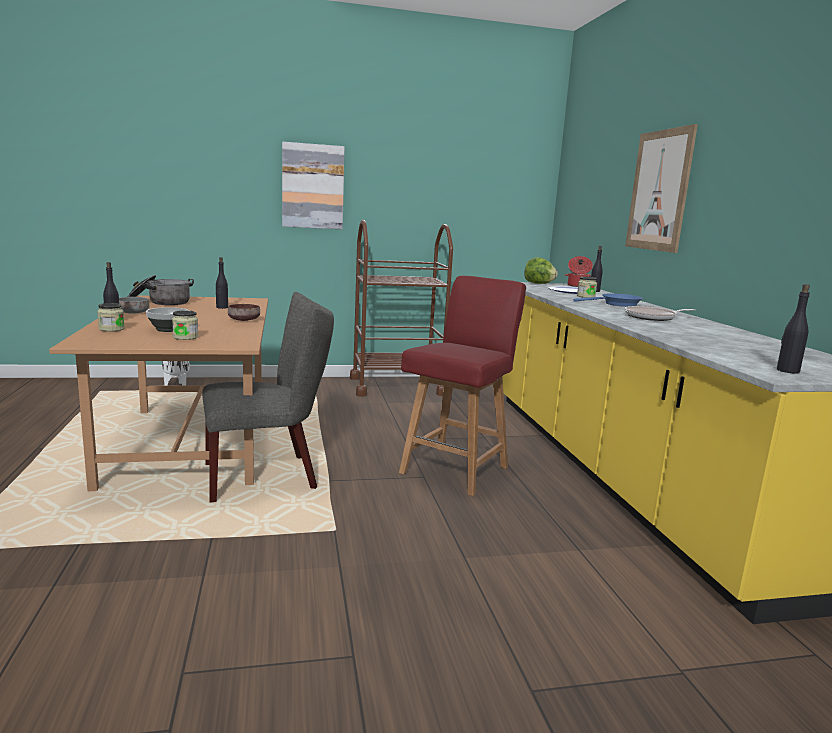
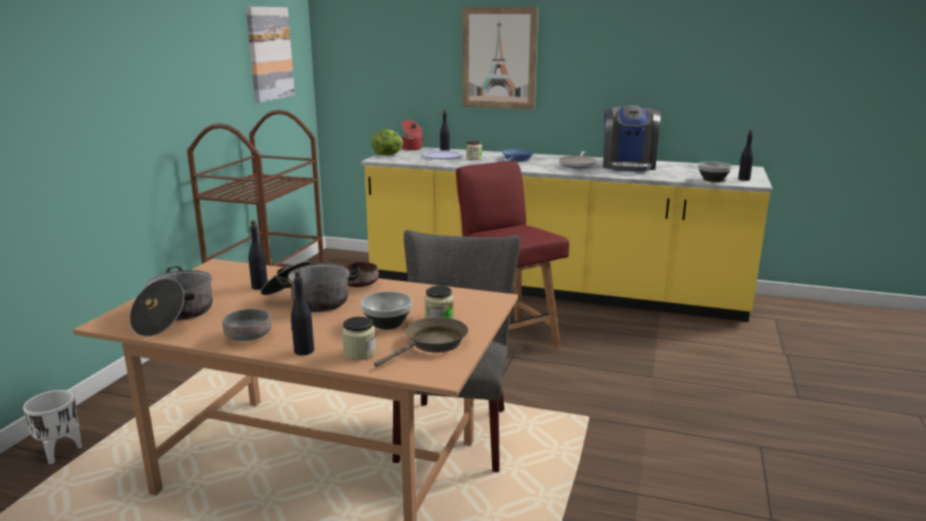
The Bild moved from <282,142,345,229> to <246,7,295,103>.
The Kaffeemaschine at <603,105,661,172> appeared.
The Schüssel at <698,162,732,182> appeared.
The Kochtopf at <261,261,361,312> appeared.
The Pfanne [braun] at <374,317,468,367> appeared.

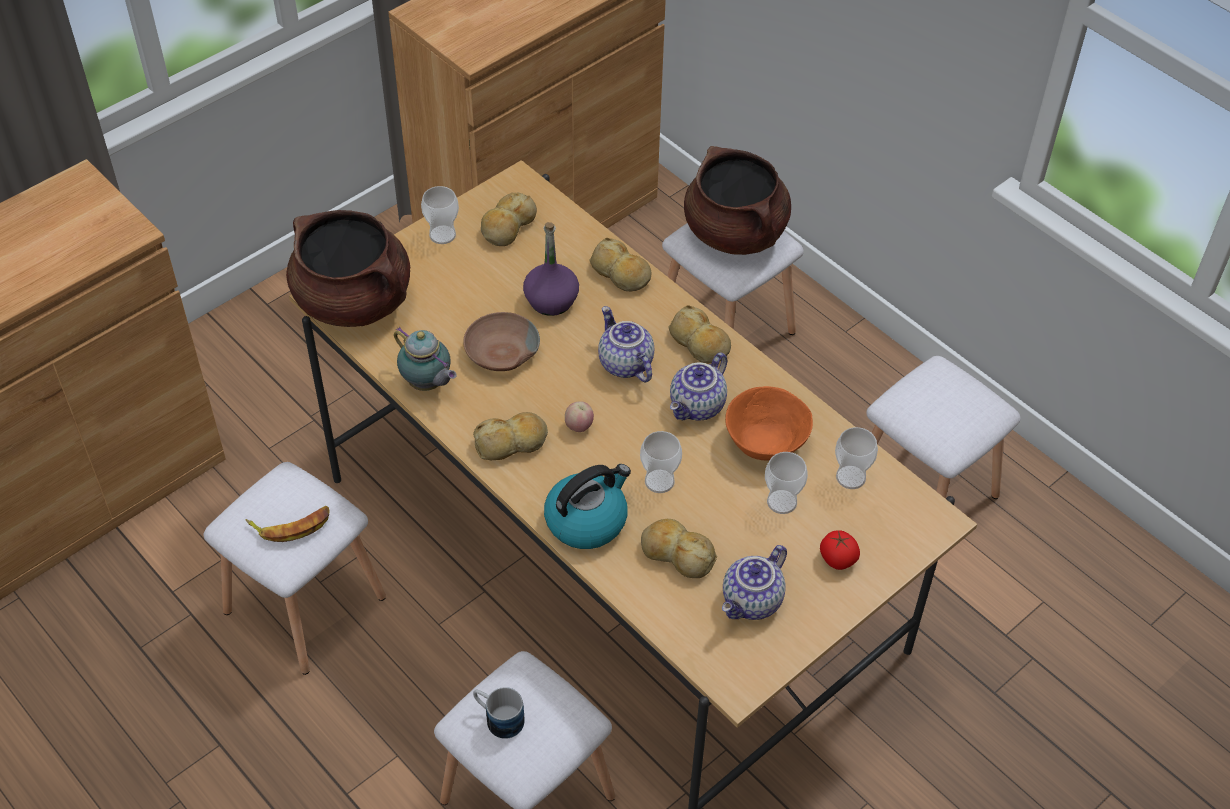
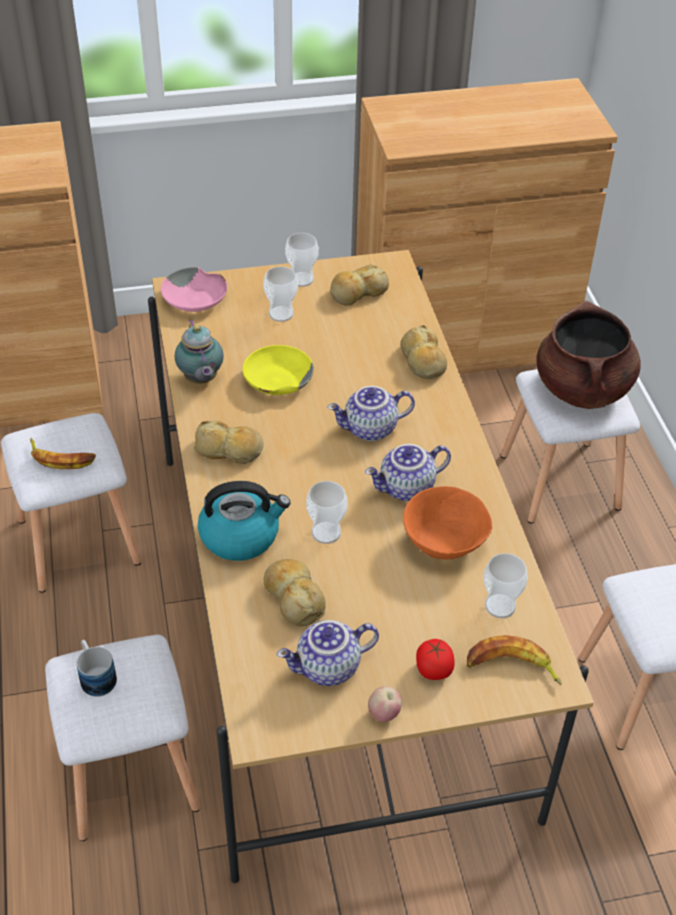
The Kochtopf [braun] at <286,210,410,327> was replaced by the Schüssel [rosa] at <161,267,227,312>.
The Flasche [lila] at <523,222,579,316> disappeared.
The Brot at <669,305,731,364> disappeared.
The Teekanne at <598,306,654,382> turned 105 degrees counterclockwise.
The Schüssel [braun] at <463,312,540,371> became the Schüssel [gelb] at <243,345,314,395>.
The Apfel moved from <565,401,594,432> to <368,686,402,722>.
The Tasse moved from <765,452,808,514> to <263,266,298,322>.
The Banane at <467,635,562,685> appeared.

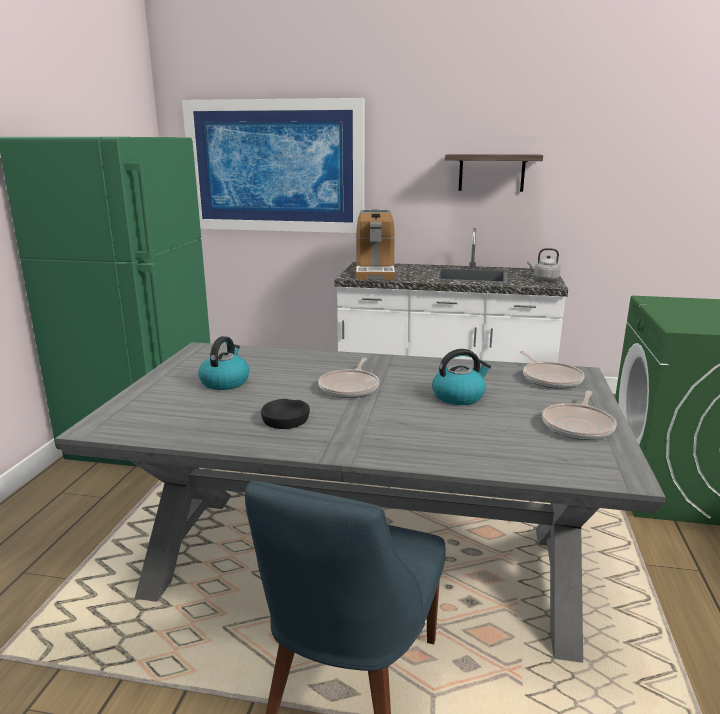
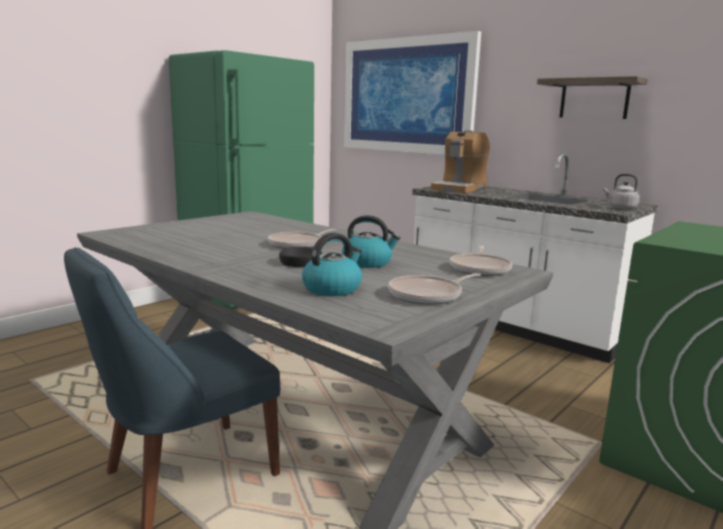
The Wasserkessel moved from <198,336,249,390> to <302,233,362,296>.
The Schüssel [schwarz] moved from <261,399,310,429> to <279,247,322,267>.

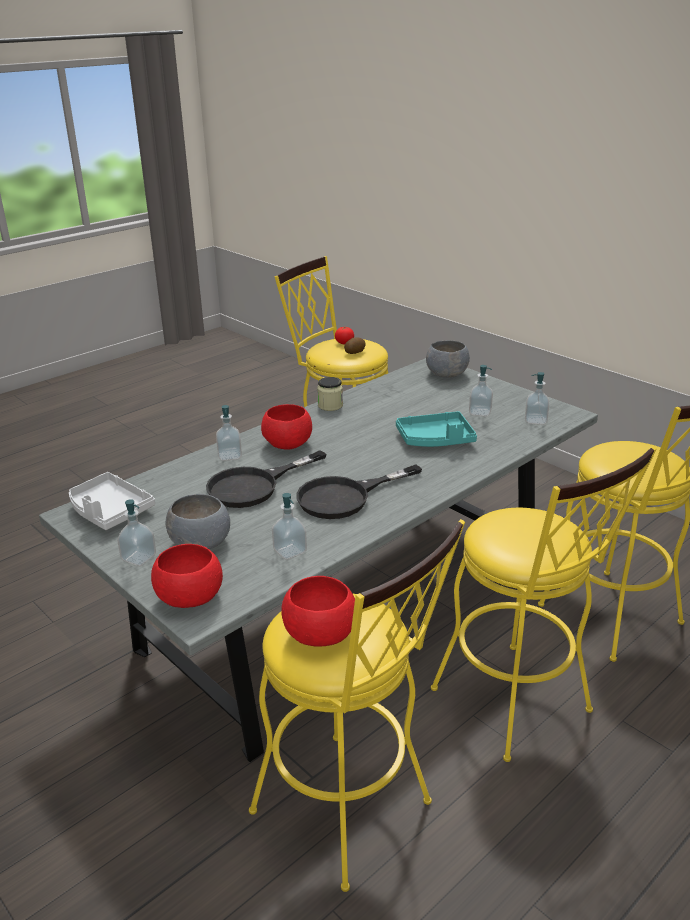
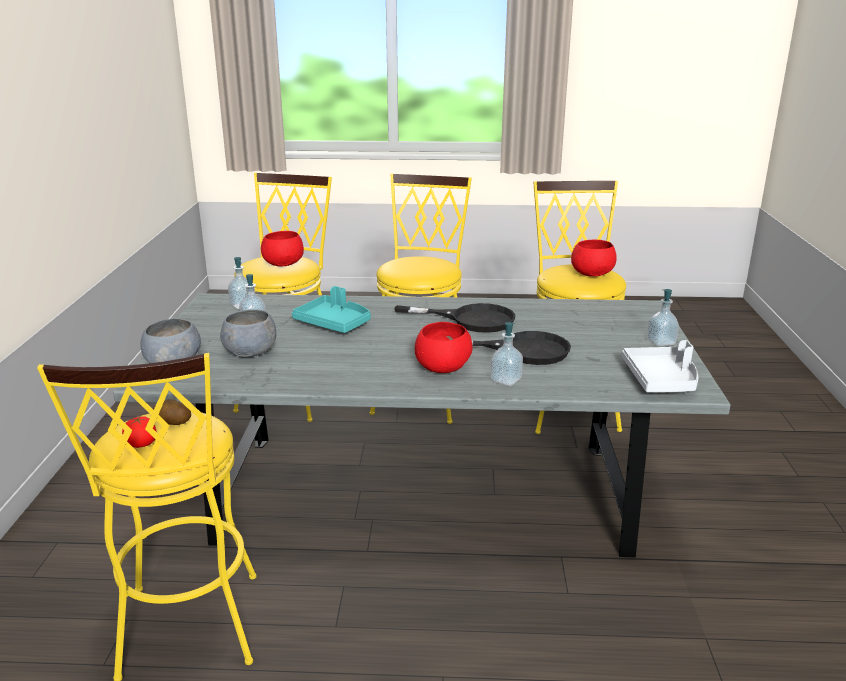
The Vorratsglas at <317,377,343,411> disappeared.
The Seifenspender at <272,493,307,560> disappeared.
The Schüssel [grau] moved from <166,494,230,550> to <220,309,276,357>.
The Schüssel [rot] moved from <151,544,223,608> to <261,231,304,267>.

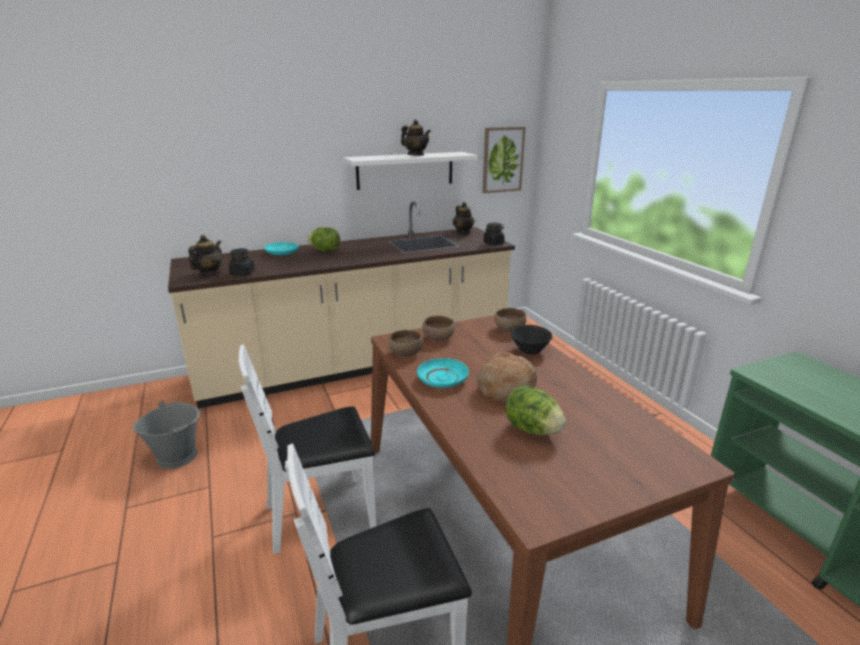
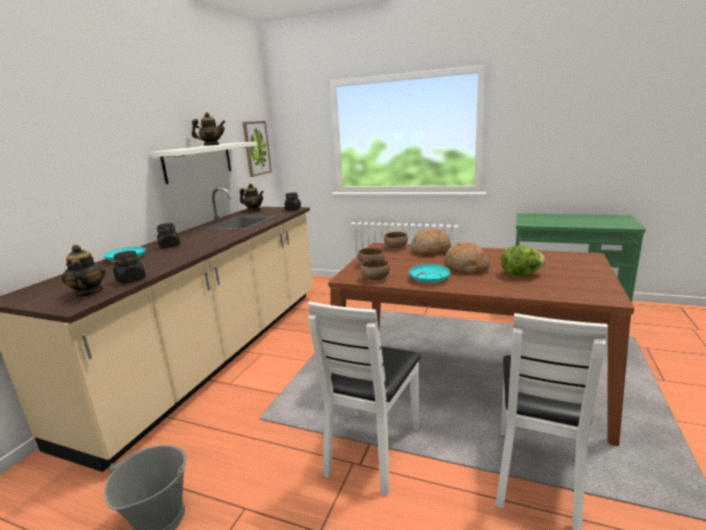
The Salatkopf at <307,227,340,252> was replaced by the Vorratsglas [schwarz] at <157,223,180,248>.
The Schüssel [schwarz] at <511,325,552,355> was replaced by the Brot at <411,229,452,256>.

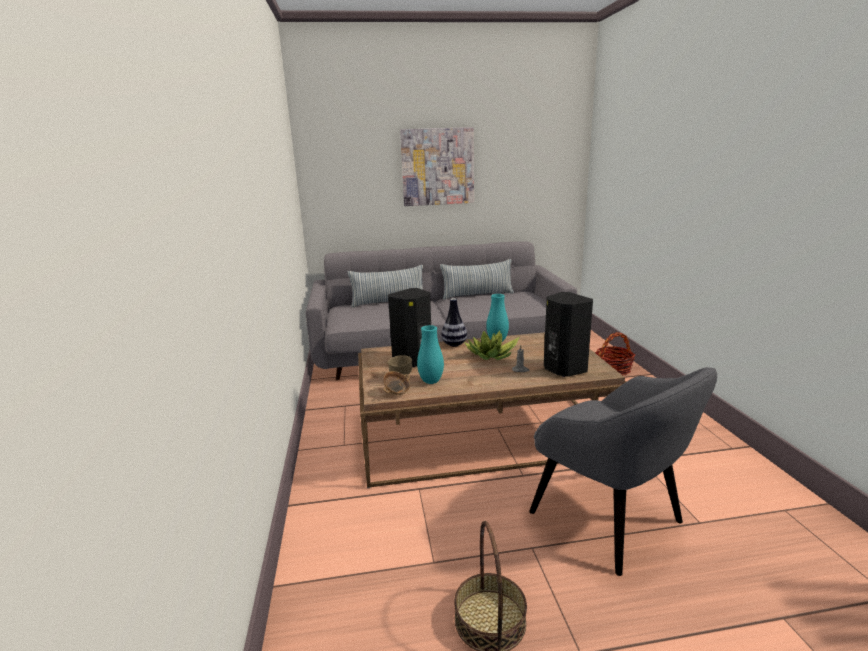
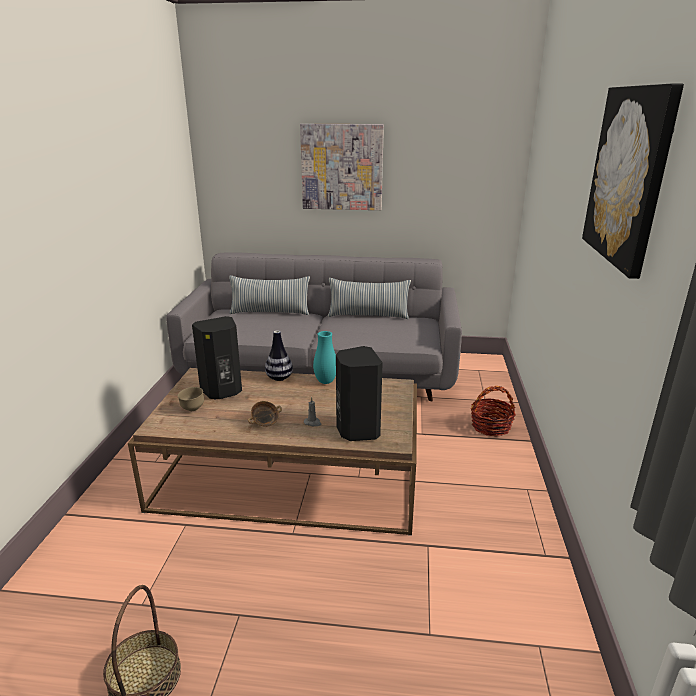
The Vase [türkis] at <417,325,444,384> disappeared.
The Topfpflanze at <464,331,520,360> disappeared.
The Sessel [grau] at <529,367,717,576> disappeared.
The Schüssel moved from <383,371,410,395> to <247,401,282,427>.
The Bild at <582,84,684,279> appeared.

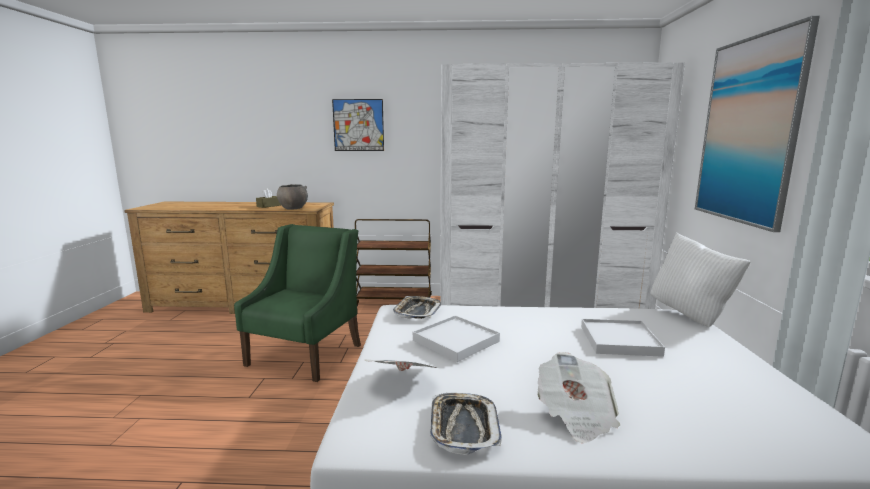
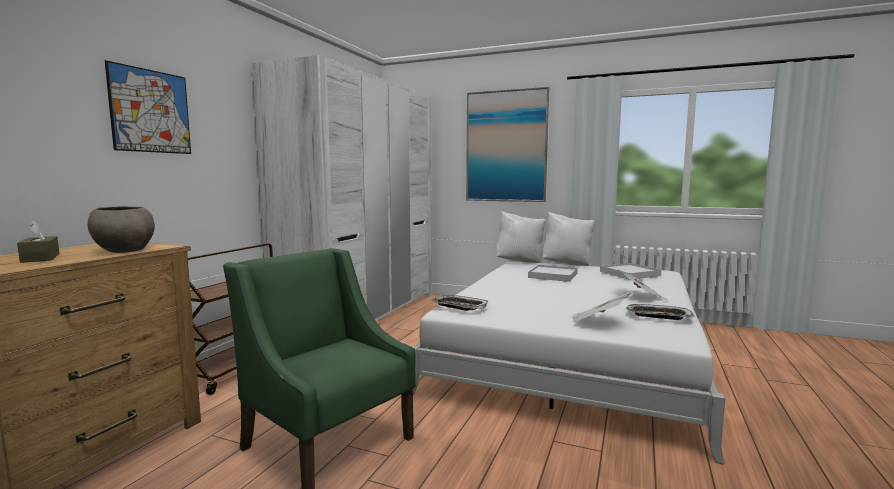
The Tablett [weiß] moved from <413,315,500,362> to <600,263,661,280>.
The Kissen [weiß] at <542,212,595,266> appeared.

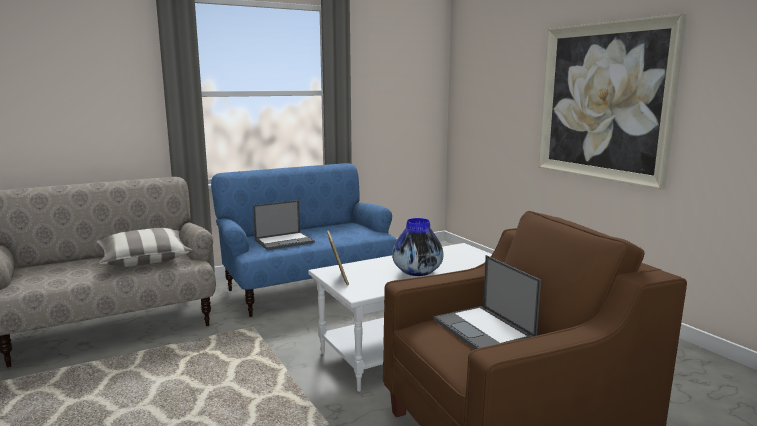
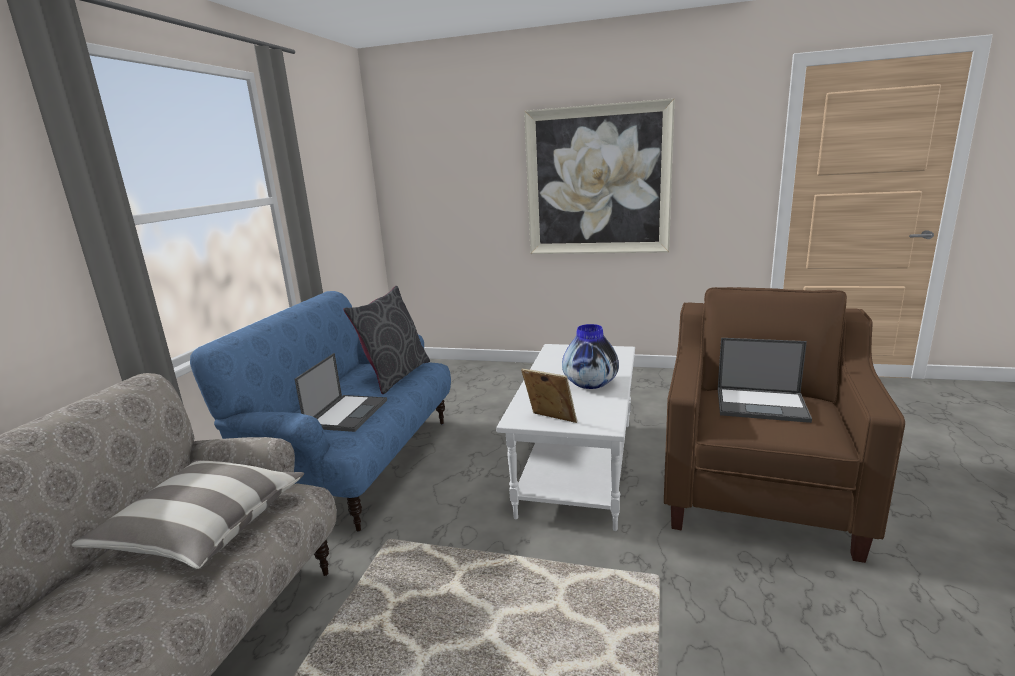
The Kissen [grau] at <343,286,430,394> appeared.

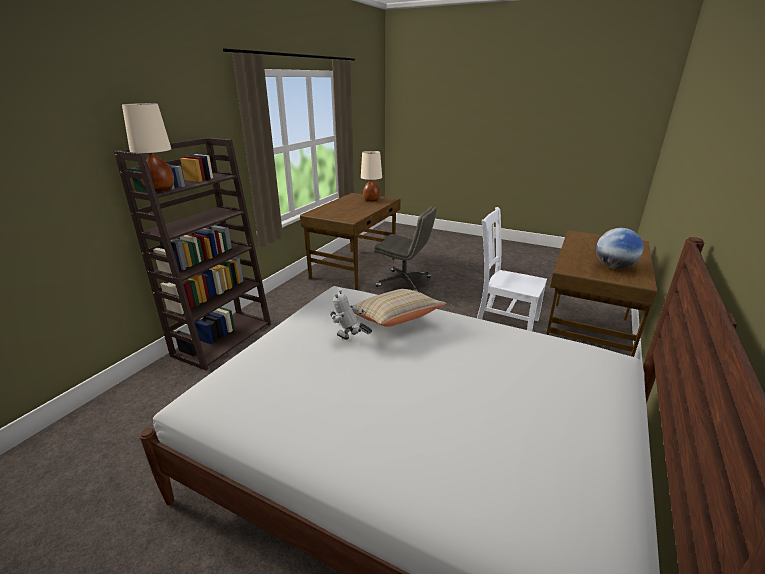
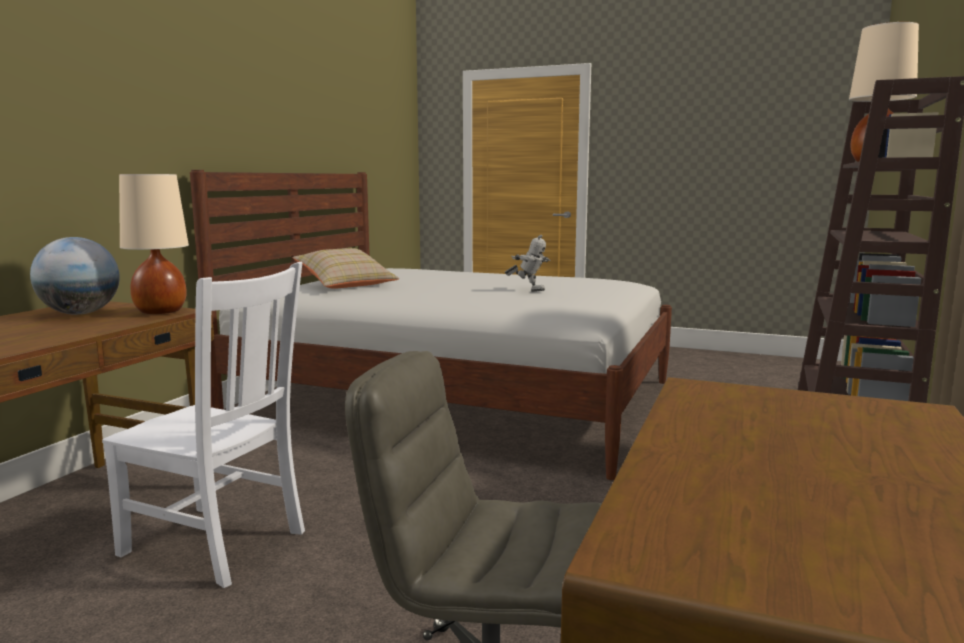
The Tischlampe [beige] moved from <361,151,382,201> to <119,174,189,314>.
The Kissen [beige] moved from <353,289,446,327> to <293,248,399,289>.

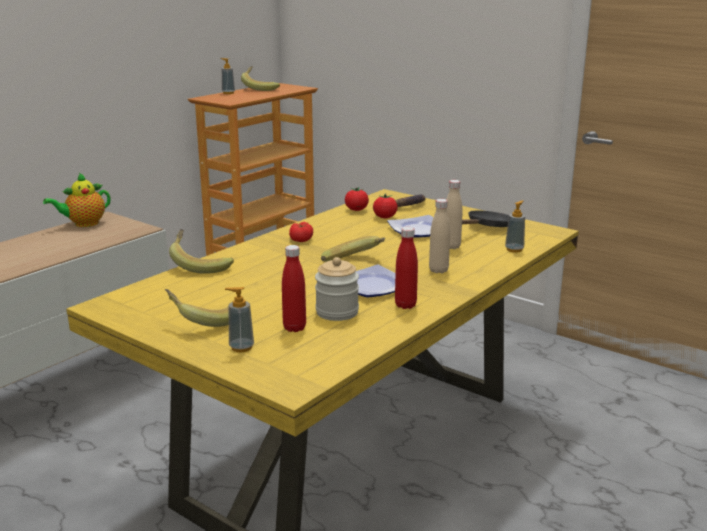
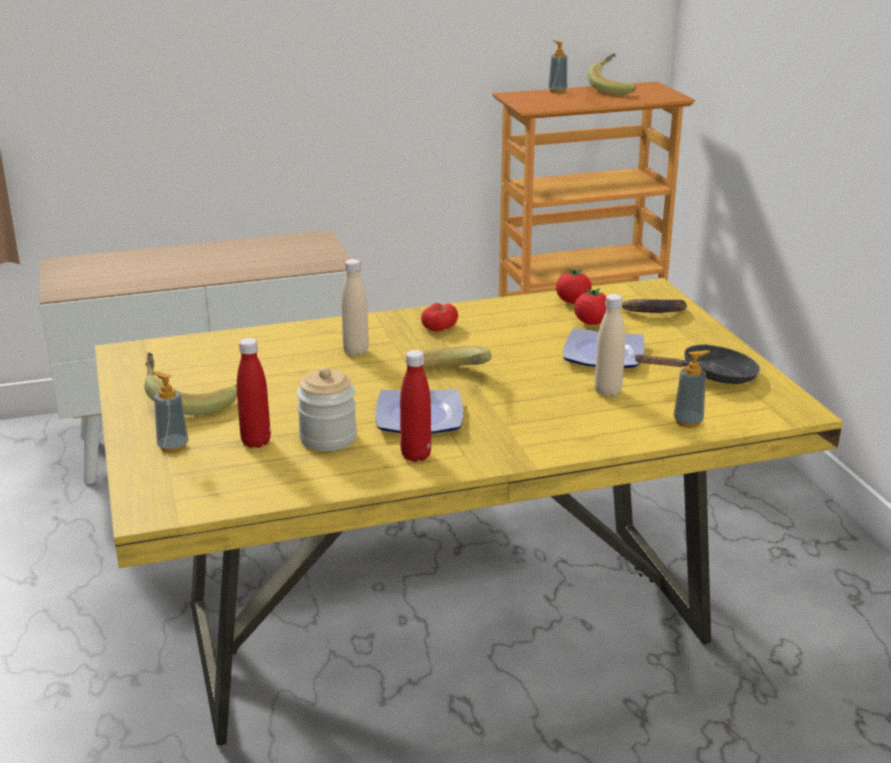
The Teekanne at <43,173,110,227> disappeared.
The Flasche [beige] moved from <429,199,450,273> to <341,259,369,356>.
The Banane at <169,229,234,274> disappeared.

